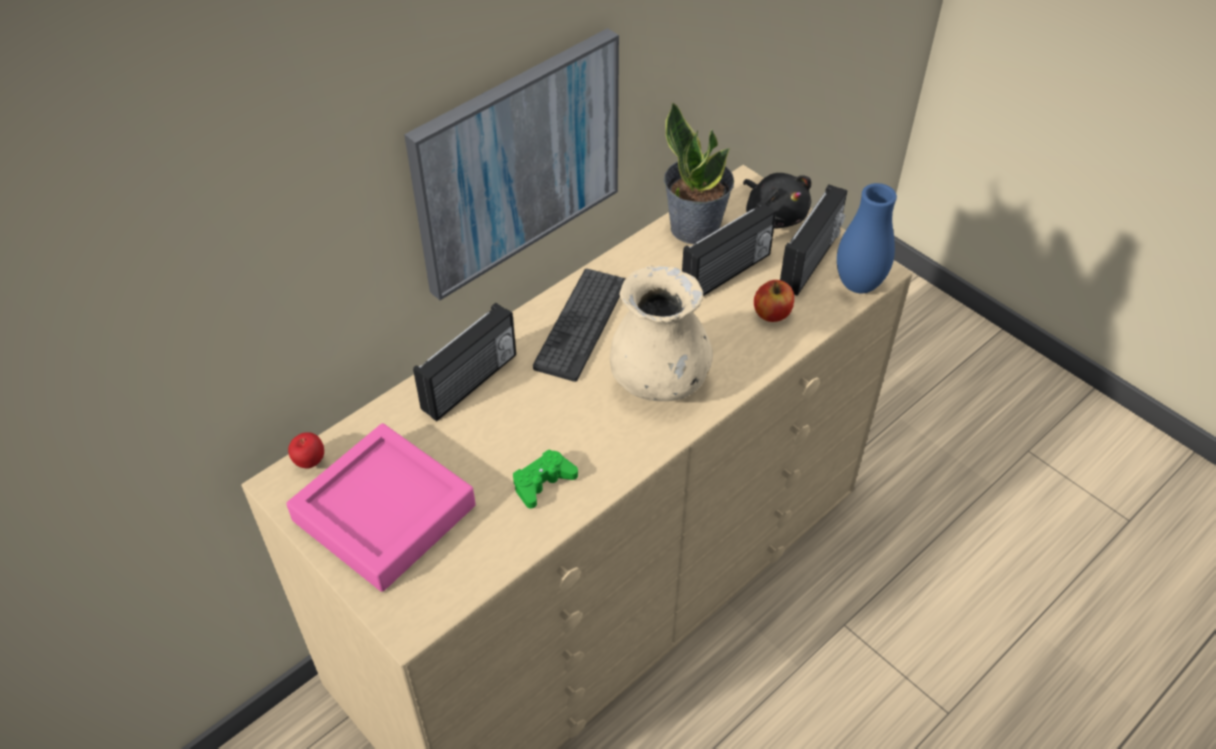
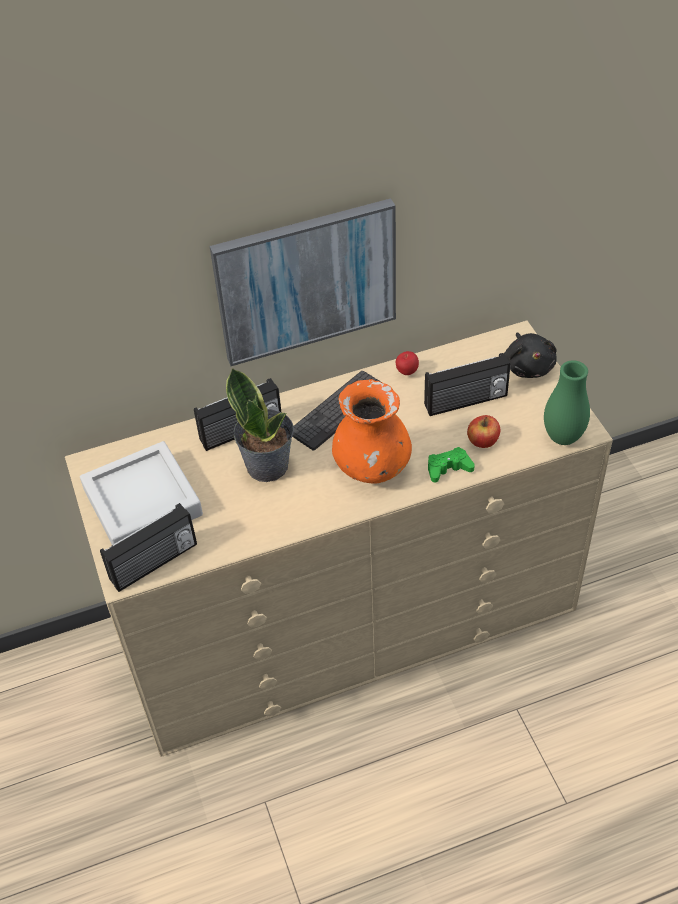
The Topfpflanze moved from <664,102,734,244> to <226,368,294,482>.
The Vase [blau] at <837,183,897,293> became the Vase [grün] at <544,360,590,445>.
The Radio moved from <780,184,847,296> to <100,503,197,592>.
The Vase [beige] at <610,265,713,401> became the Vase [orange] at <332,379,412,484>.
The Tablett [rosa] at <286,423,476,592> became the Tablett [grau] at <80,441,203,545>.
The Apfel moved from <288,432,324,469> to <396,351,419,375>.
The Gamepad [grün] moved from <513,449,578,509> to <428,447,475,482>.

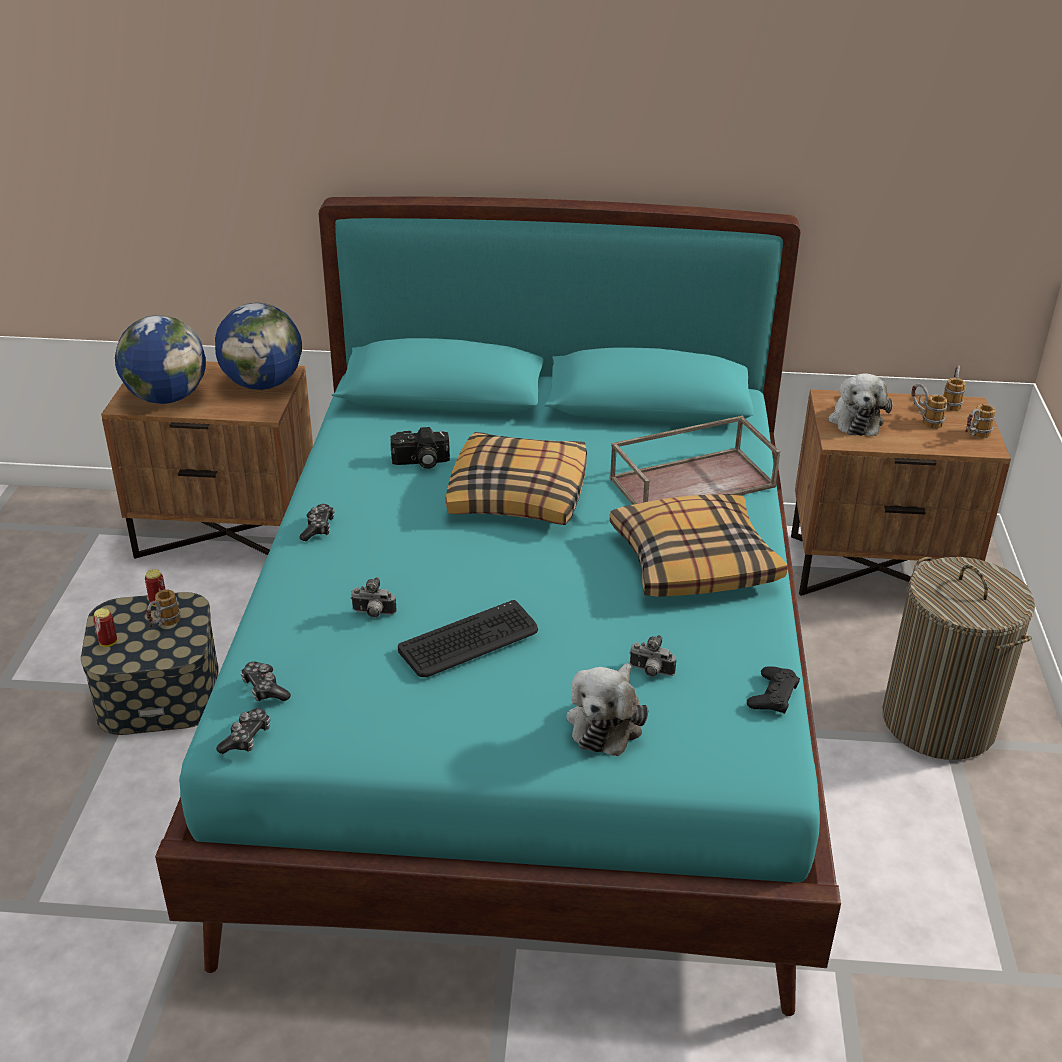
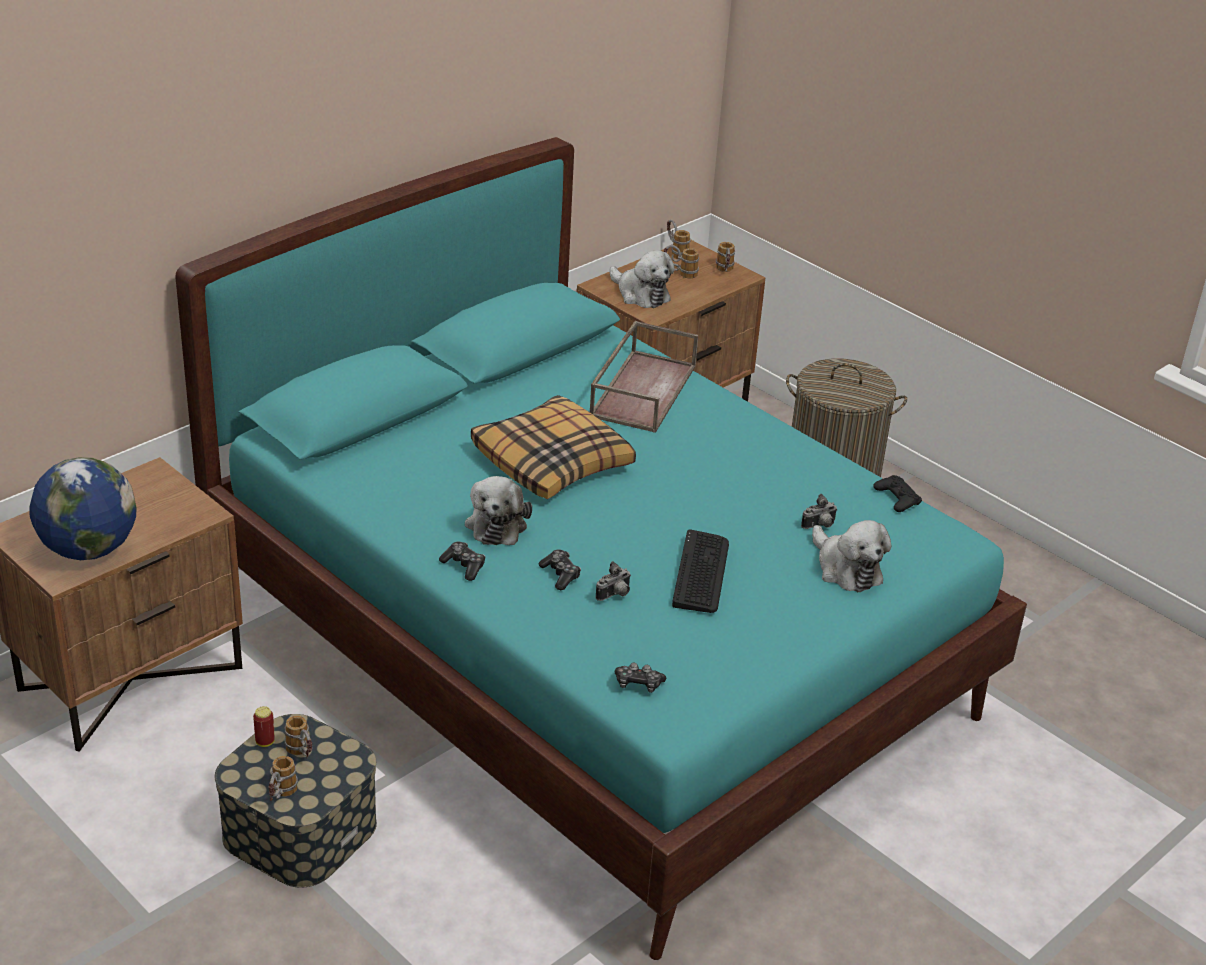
The Globus at <215,303,302,390> disappeared.
The Kamera at <390,427,450,469> disappeared.
The Kissen at <610,494,788,597> disappeared.
The Dose at <93,608,117,647> was replaced by the Henkelbecher at <268,756,298,801>.
The Gamepad moved from <216,708,270,754> to <539,550,581,590>.
The Plüschtier at <465,476,532,545> appeared.

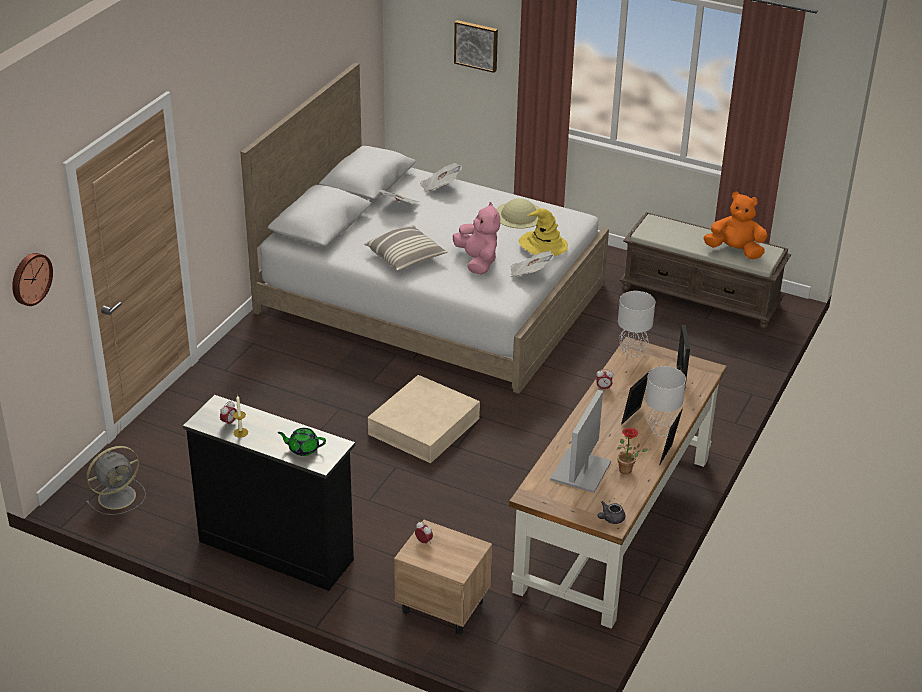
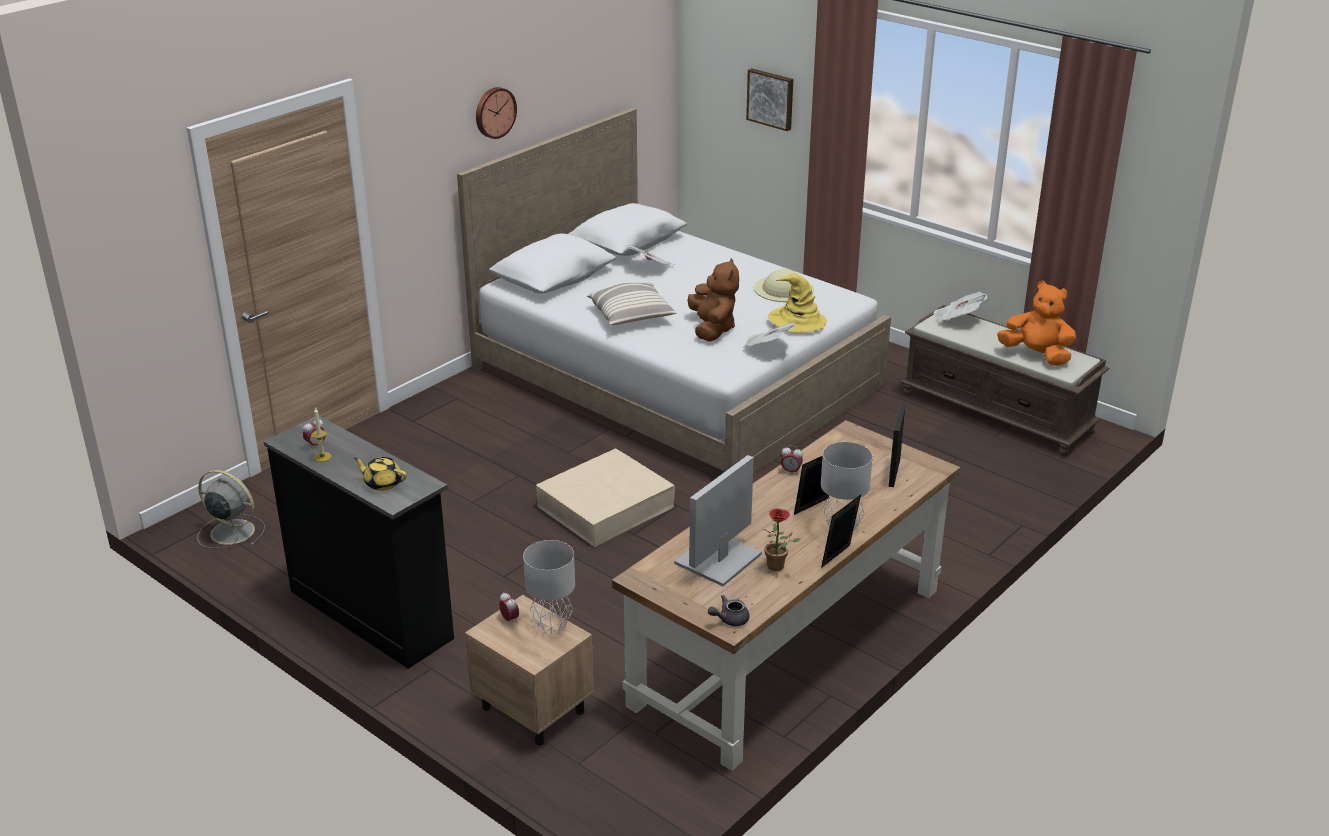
The Zeitung moved from <420,163,462,192> to <933,292,987,322>.
The Plüschtier [rosa] at <453,202,500,275> became the Plüschtier [braun] at <688,258,739,342>.
The Wanduhr moved from <12,253,53,306> to <476,87,517,139>.
The Tischlampe [grau] moved from <618,291,655,357> to <523,540,575,634>.
The Teekanne [grün] at <278,428,326,456> became the Teekanne [gelb] at <353,457,407,491>.
The Ventilator [grau] at <86,446,146,515> turned 135 degrees counterclockwise.

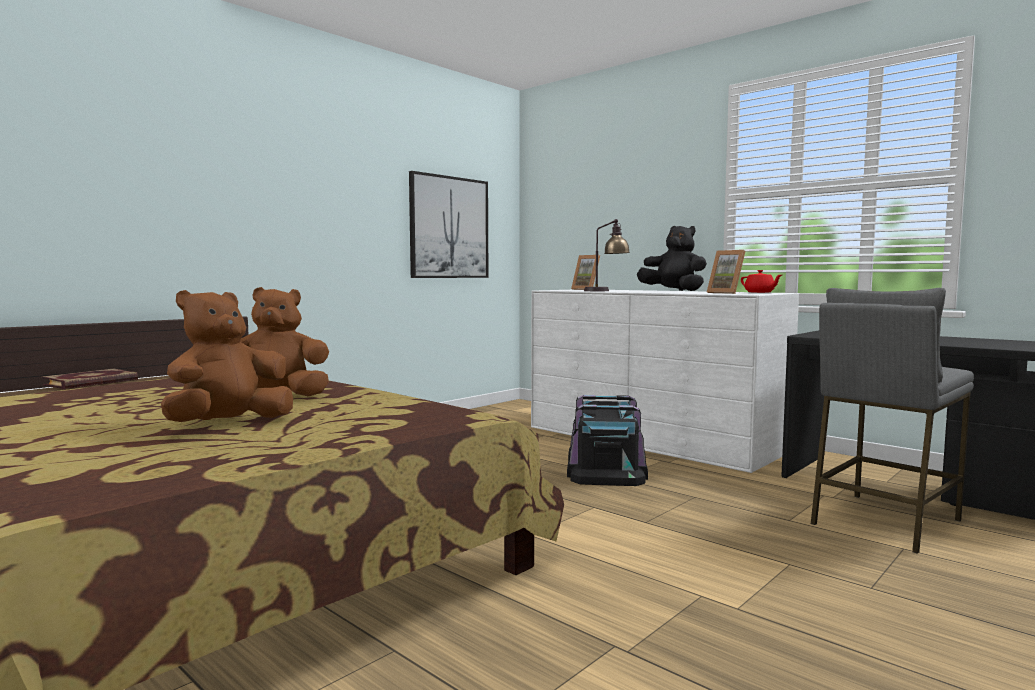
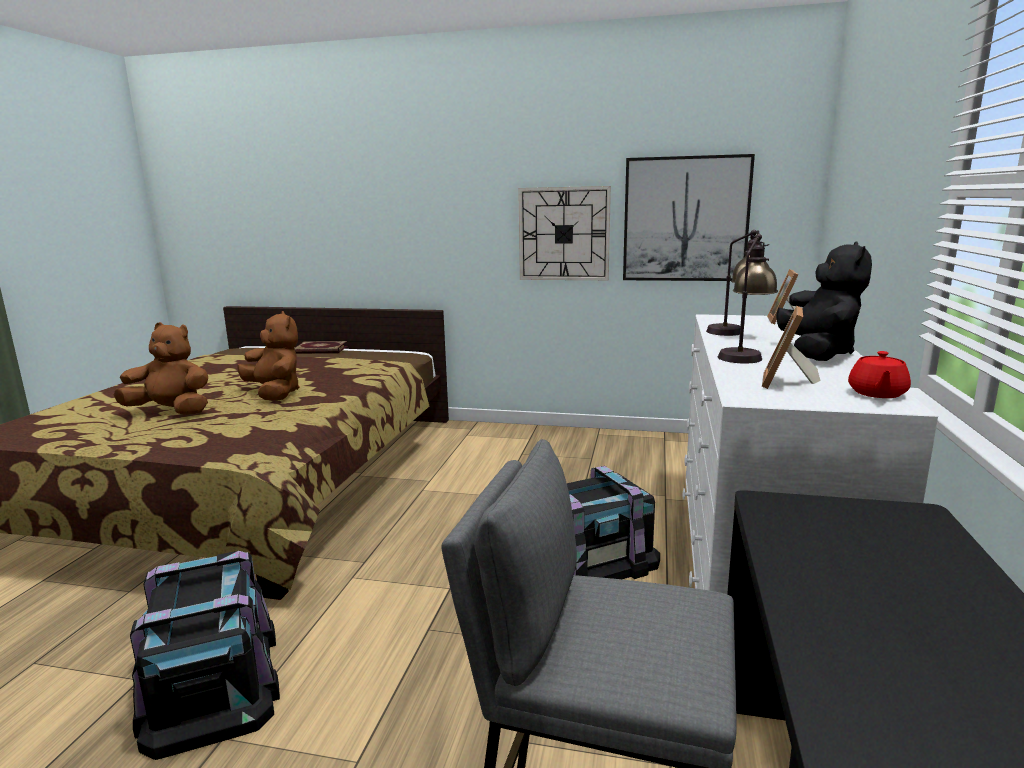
The Wanduhr at <518,186,611,280> appeared.
The Tischlampe at <718,234,778,363> appeared.
The Aufbewahrungsbox [schwarz] at <130,551,280,760> appeared.

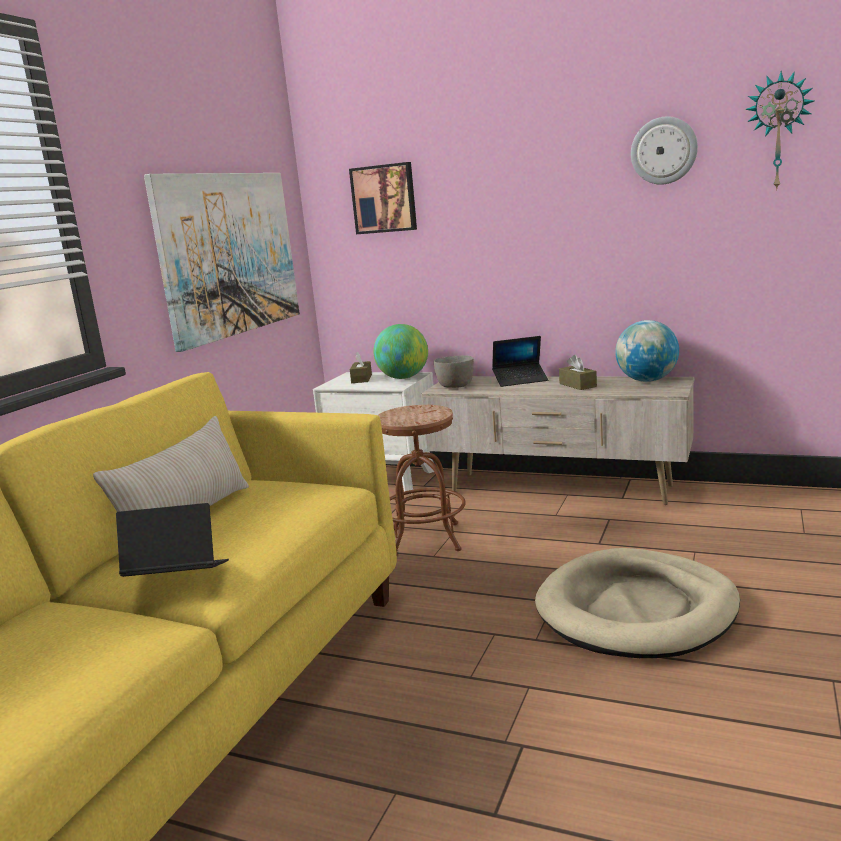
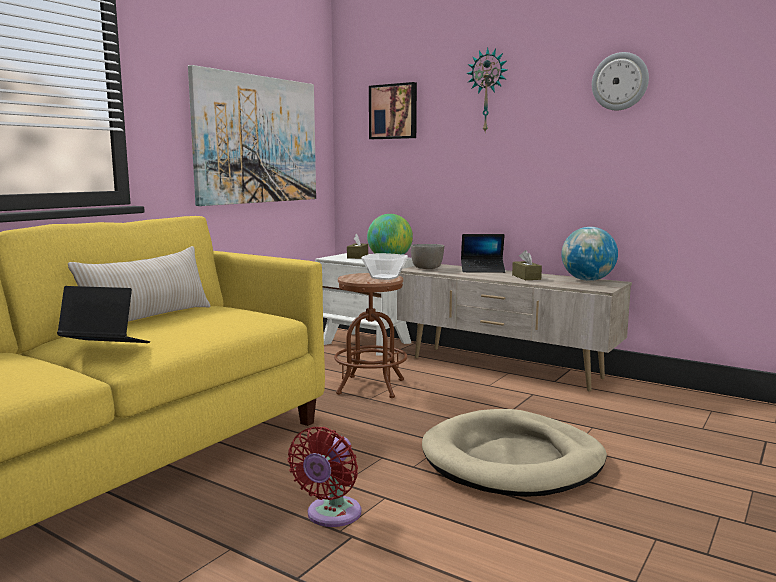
The Wanduhr moved from <745,71,814,191> to <466,48,507,132>.
The Schüssel at <362,253,408,280> appeared.
The Ventilator [rot] at <288,427,361,527> appeared.

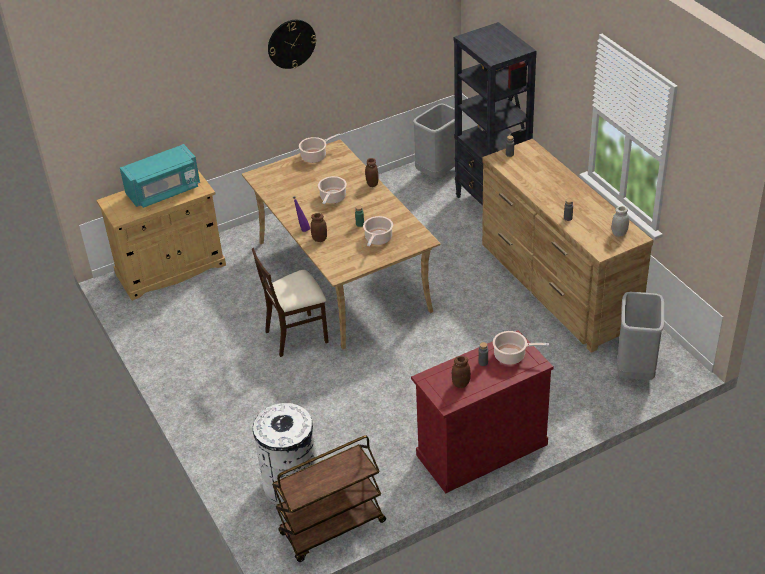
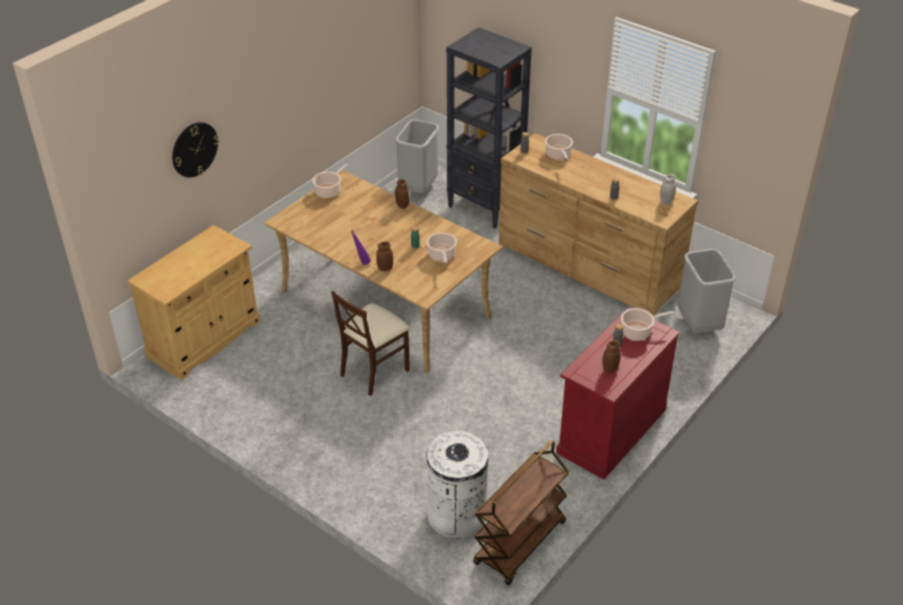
The Wanduhr moved from <268,20,316,69> to <172,122,219,178>.
The Mikrowelle [türkis] at <120,144,200,208> disappeared.
The Kochtopf moved from <318,176,347,204> to <545,134,573,160>.

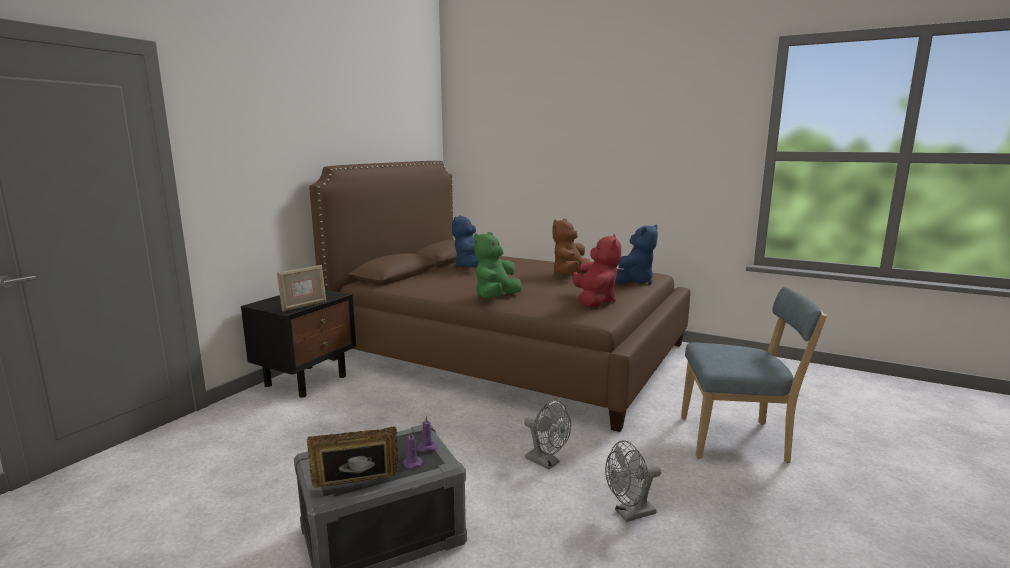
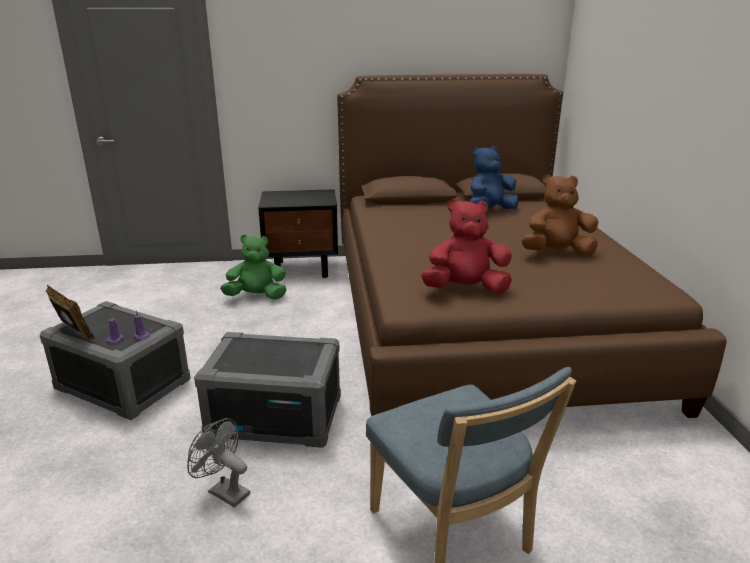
The Plüschtier [blau] at <615,224,658,285> disappeared.
The Plüschtier [grün] moved from <473,232,522,298> to <220,235,287,300>.
The Plüschtier [rot] at <573,234,621,308> turned 150 degrees counterclockwise.
The Bilderrahmen at <277,264,326,312> disappeared.
The Ventilator [grau] at <524,400,571,469> was replaced by the Aufbewahrungsbox [grau] at <194,332,341,448>.

